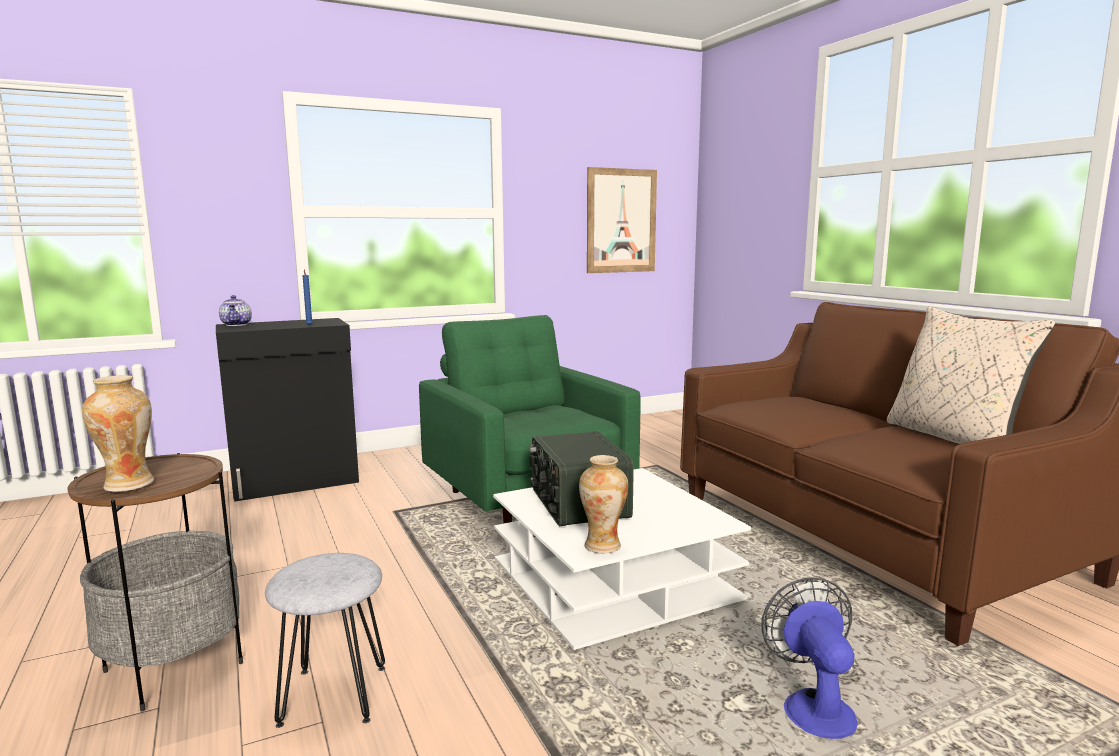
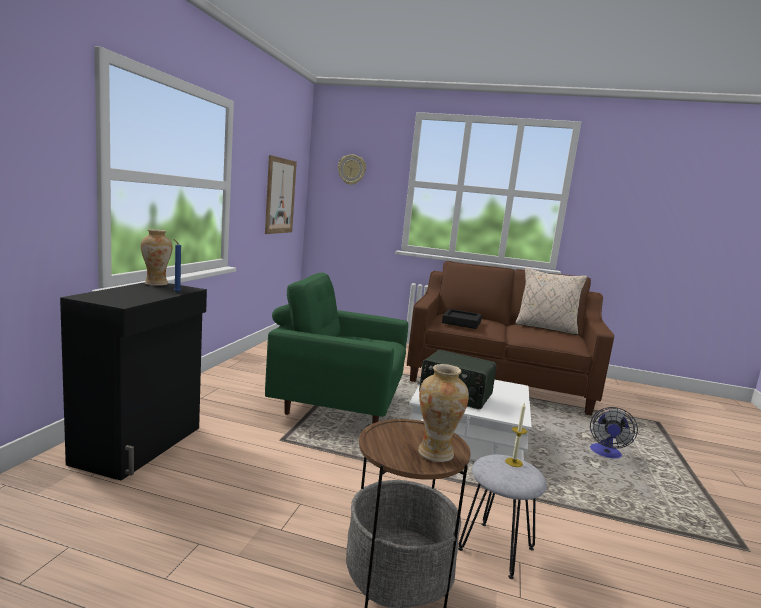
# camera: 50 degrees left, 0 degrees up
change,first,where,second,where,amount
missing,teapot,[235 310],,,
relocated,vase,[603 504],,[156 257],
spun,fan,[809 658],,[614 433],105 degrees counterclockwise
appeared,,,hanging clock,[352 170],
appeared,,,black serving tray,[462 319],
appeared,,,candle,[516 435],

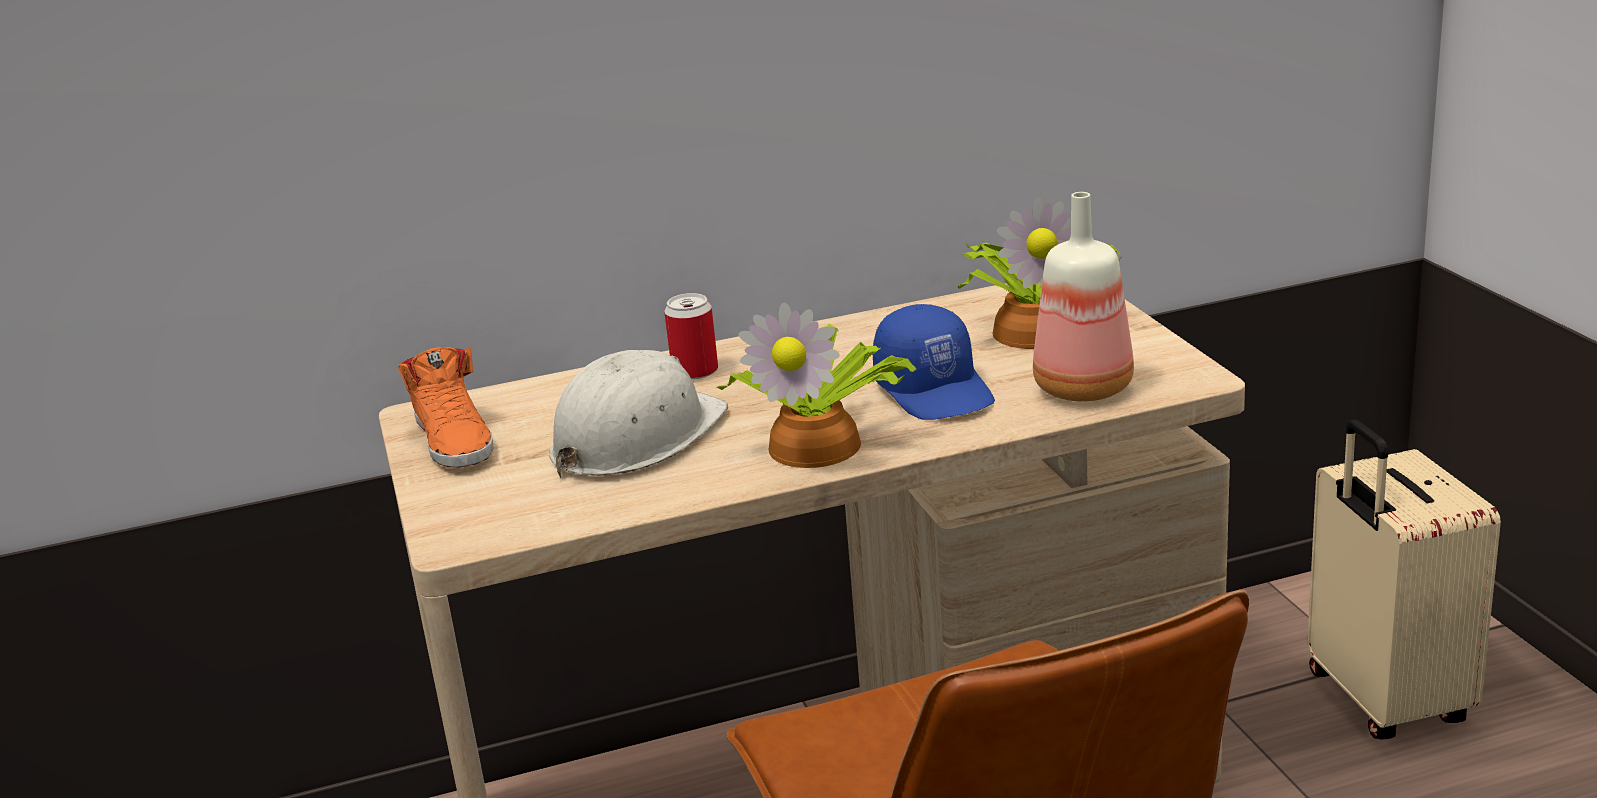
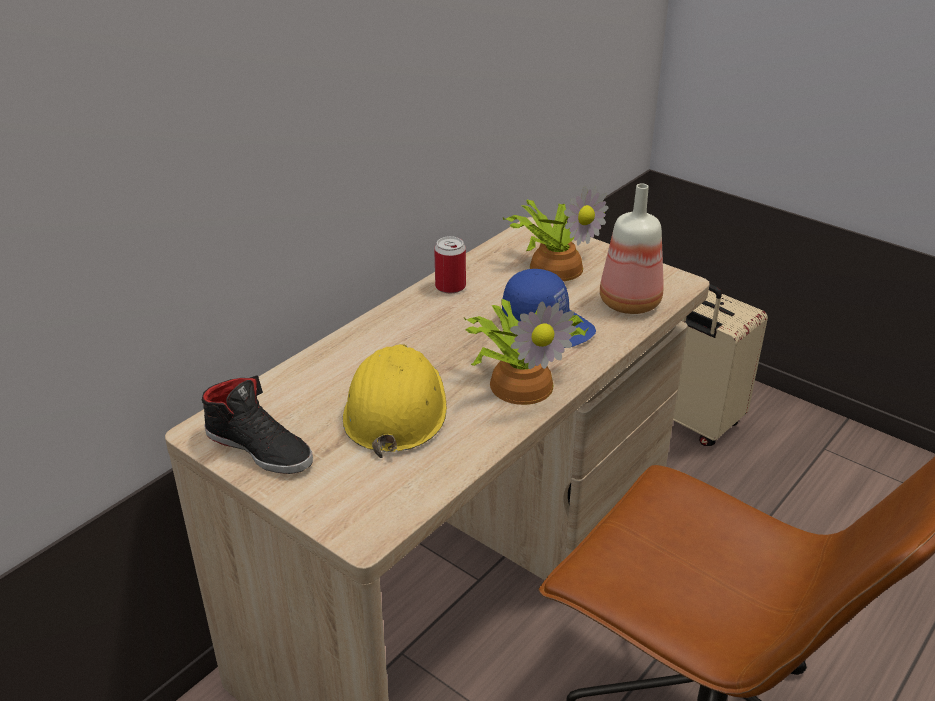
# camera: 35 degrees left, 10 degrees up
change,first,where,second,where,amount
colour,orangey item of footwear,[445 407],black item of footwear,[257 424],
colour,whitish work helmet,[639 414],yellowish work helmet,[395 401],
relocated,sealed can,[691 336],,[450 264],

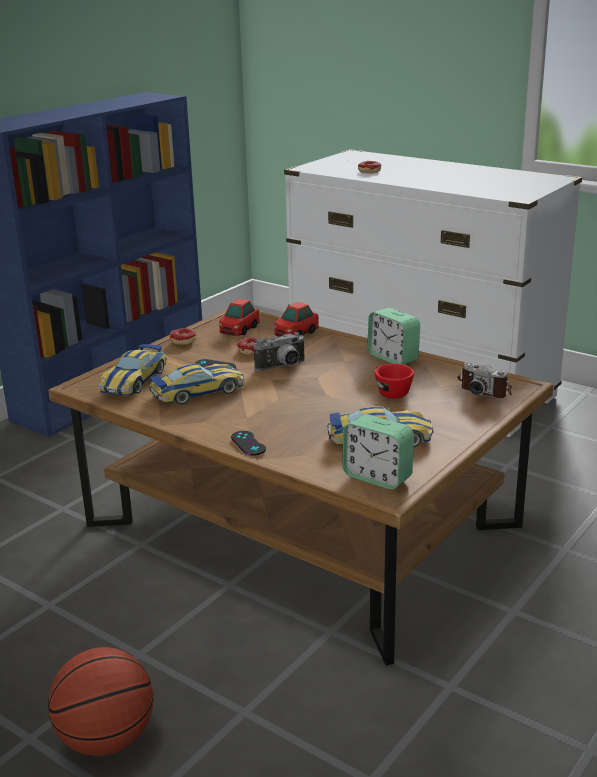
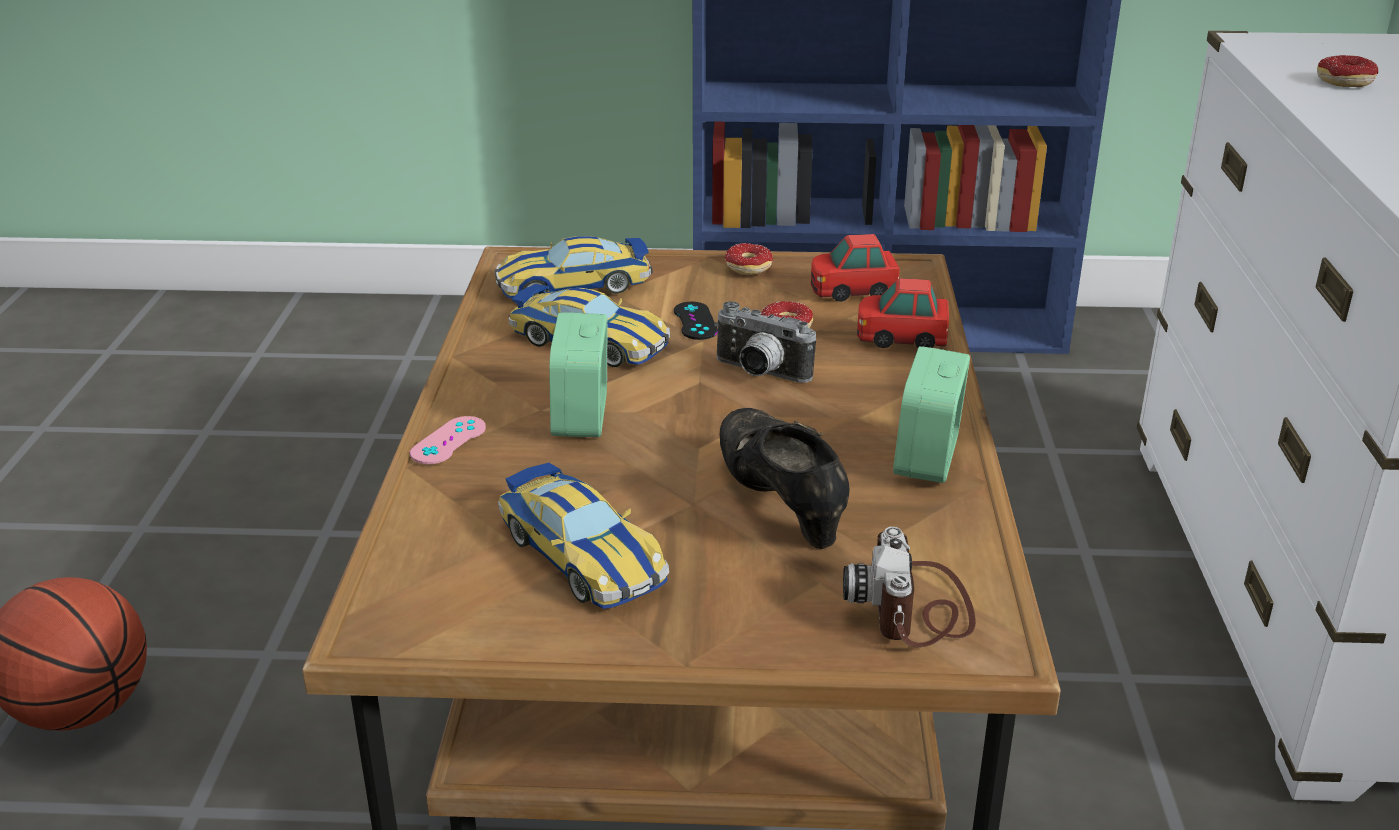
# camera: 55 degrees right, 5 degrees up
change,first,where,second,where,amount
colour,black game controller,[248 443],pink-coloured game controller,[448 440],
relocated,alarm clock,[378 452],,[578 374],
exchanged,red-coloured small cup,[394 381],black item of footwear,[785 478],

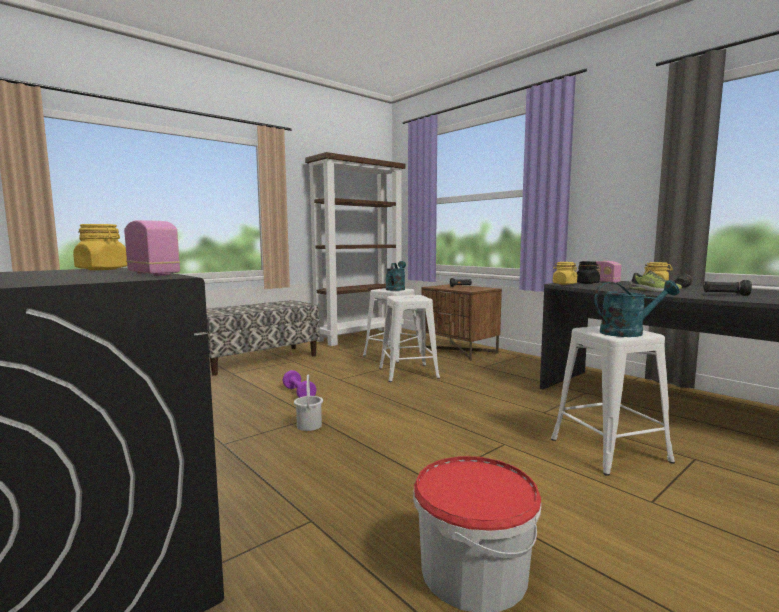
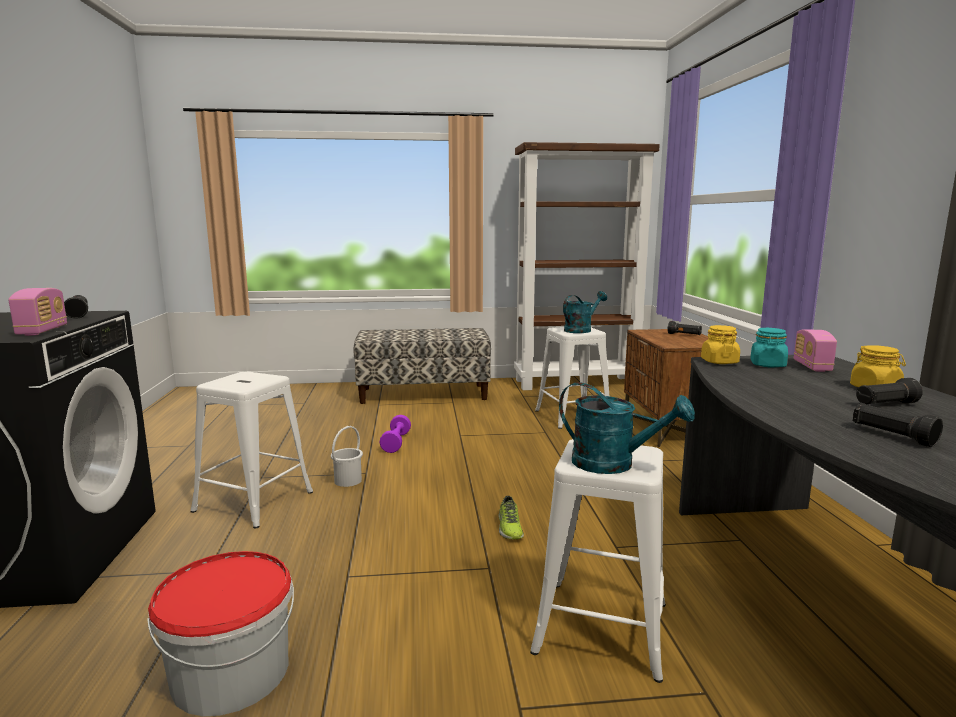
# camera: 35 degrees right, 5 degrees up
change,first,where,second,where,amount
exchanged,yellowish storage jar,[100 247],black torch,[76 307],
relocated,whitish sitting stool,[409 338],,[252 450],
colour,black storage jar,[588 272],turquoise storage jar,[769 348],
relocated,item of footwear,[655 281],,[511 517],

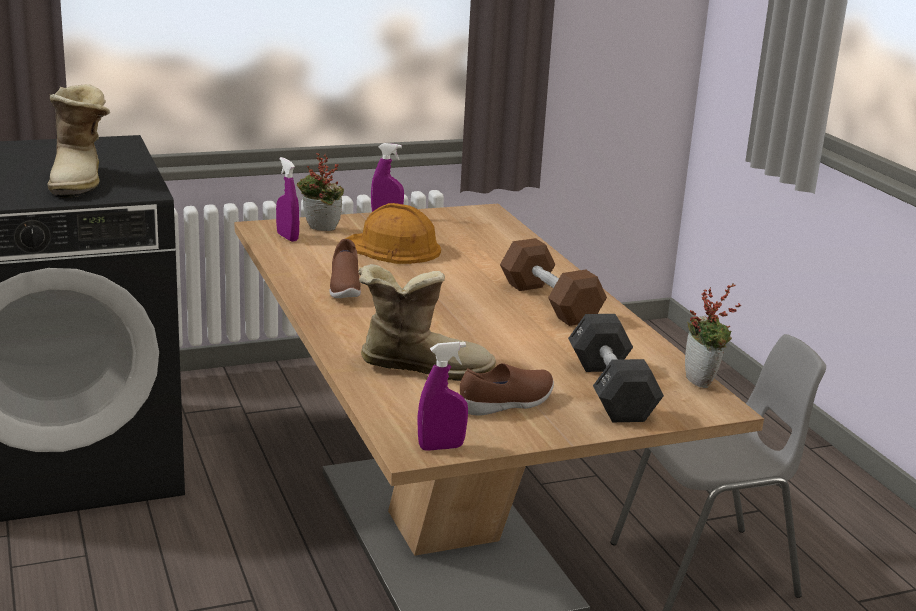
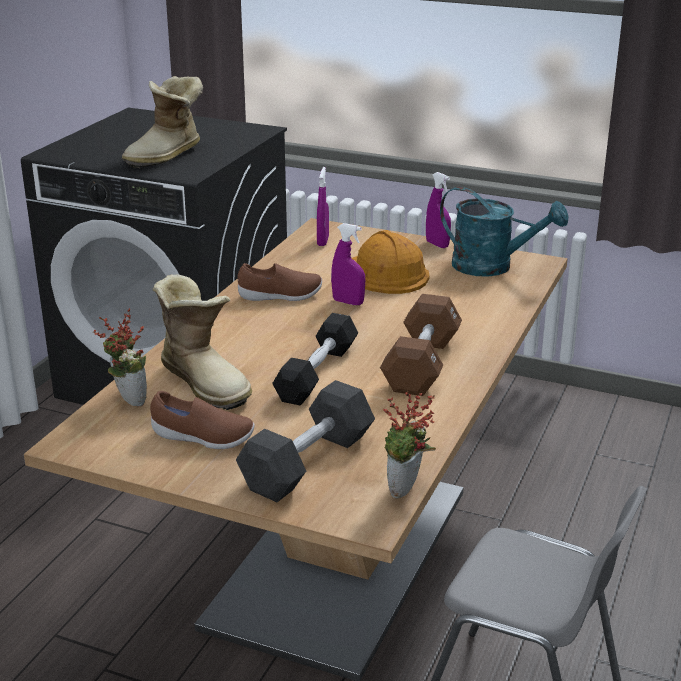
# camera: 45 degrees right, 5 degrees up
change,first,where,second,where,amount
relocated,plant in a pot,[320 192],,[120 357],
spun,brownish item of footwear,[345 268],,[279 282],135 degrees counterclockwise
relocated,purple-coloured hand sprayer,[442 396],,[348 264],
appeared,,,black hand weight,[315 359],
appeared,,,turquoise sprinkling can,[504 232],

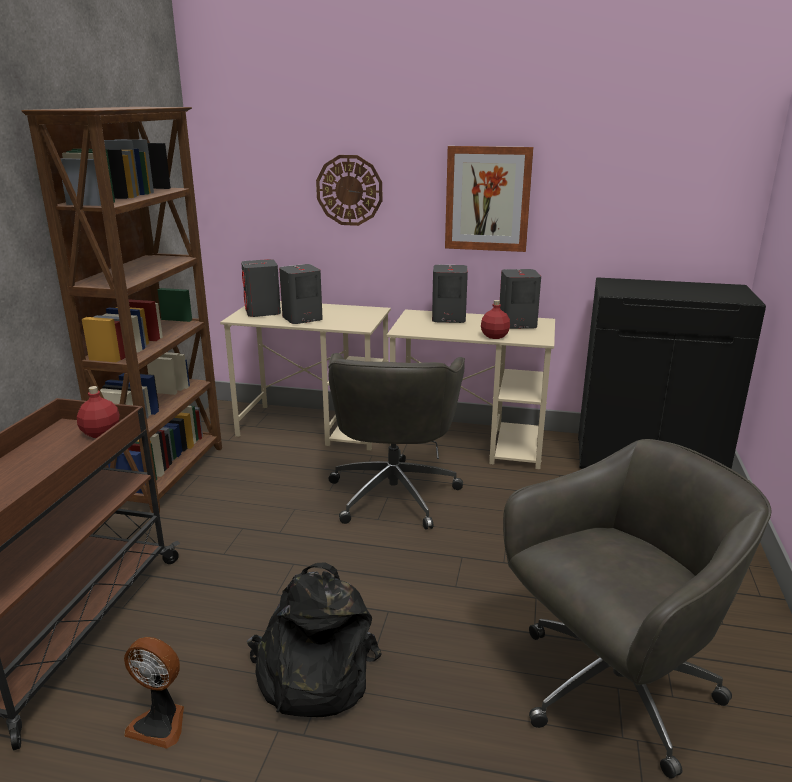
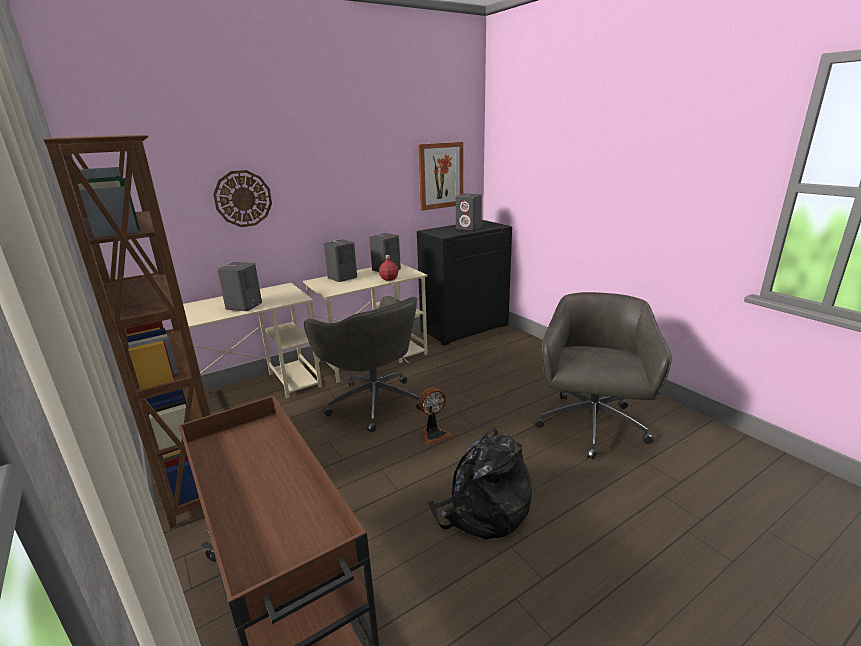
# camera: 45 degrees left, 0 degrees up
change,first,where,second,where,amount
missing,red-coloured drink bottle,[98 412],,,
relocated,fan,[154 693],,[435 416],
relocated,greyish audio speaker,[261 288],,[469 212],
relocated,picture,[489 199],,[440 176],

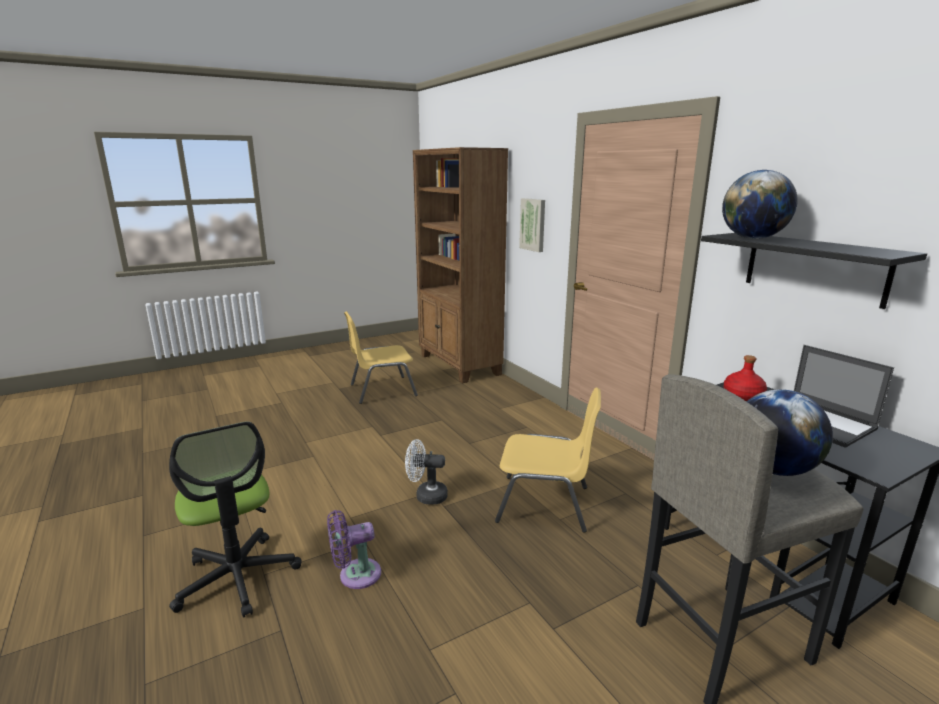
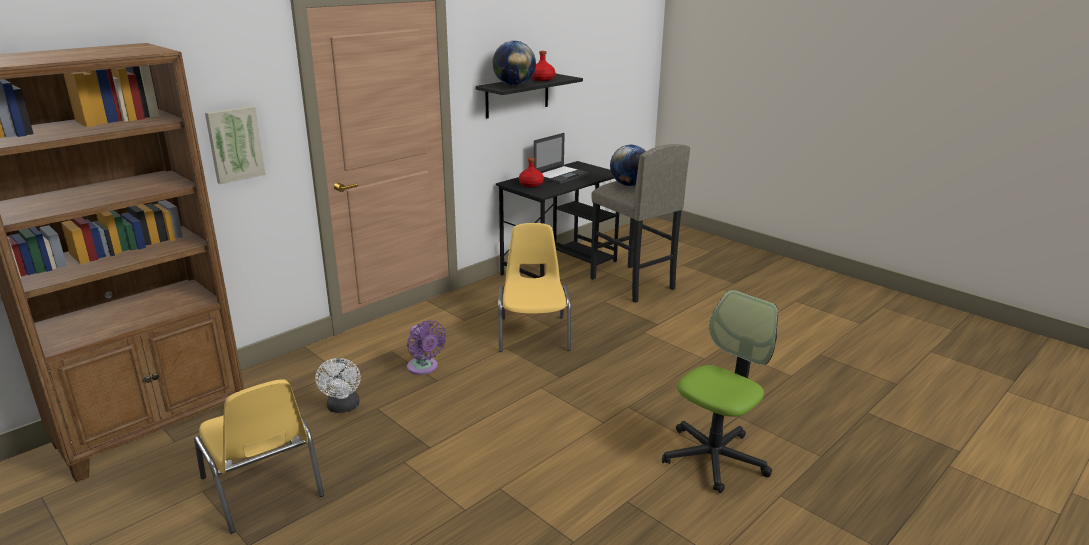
# camera: 105 degrees left, 5 degrees up
change,first,where,second,where,amount
relocated,purple-coloured fan,[354 549],,[426 347],
relocated,whitish fan,[426 472],,[338 385],
appeared,,,red-coloured drink bottle,[543 66],

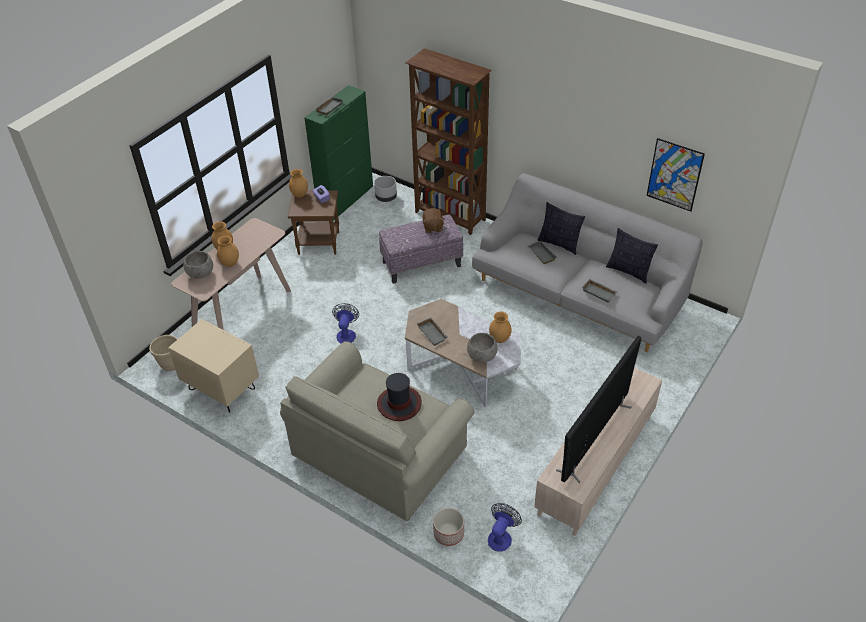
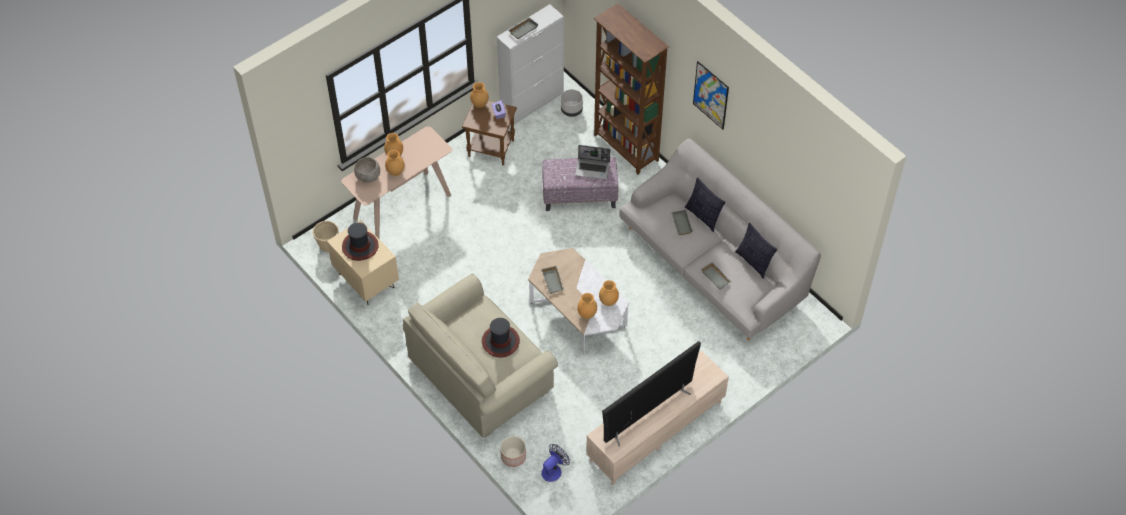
# camera: 15 degrees right, 10 degrees up
change,first,where,second,where,amount
colour,greenish cupboard,[338 152],whitish cupboard,[530 64],
missing,fan,[345 323],,,
exchanged,brownish plush toy,[433 220],notebook computer,[592 162],
exchanged,greyish deep dish,[482 348],brownish vase,[587 306],
relocated,picture,[675 175],,[711 95],
appeared,,,clothing hat,[360 241],

